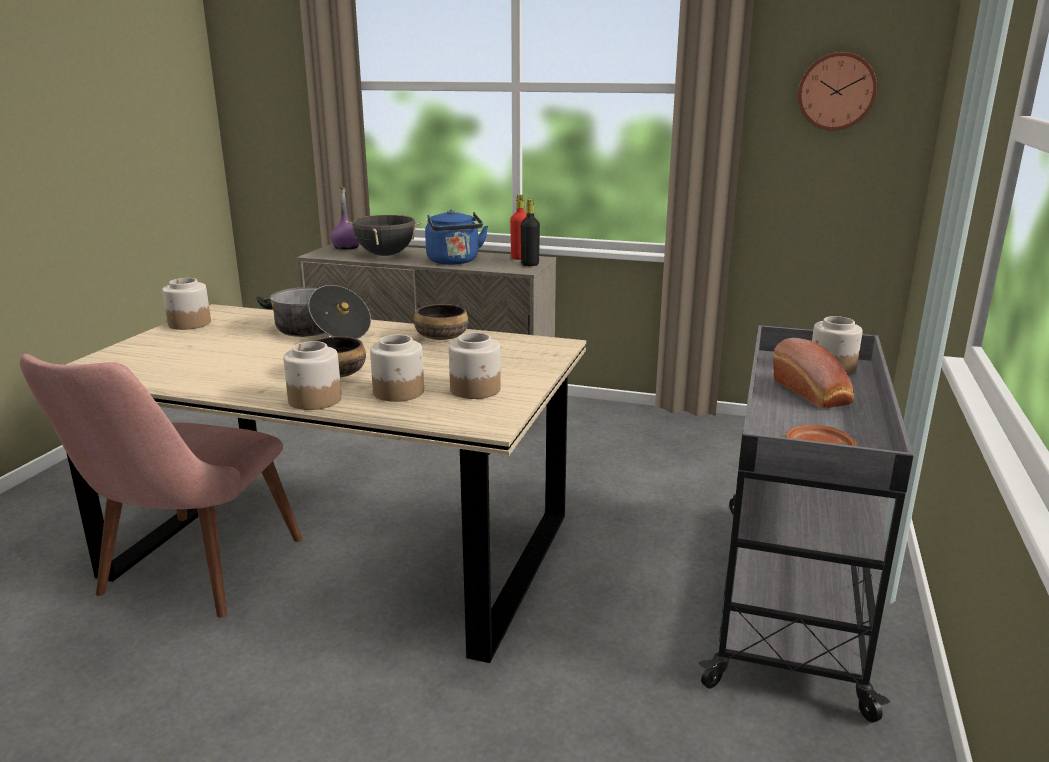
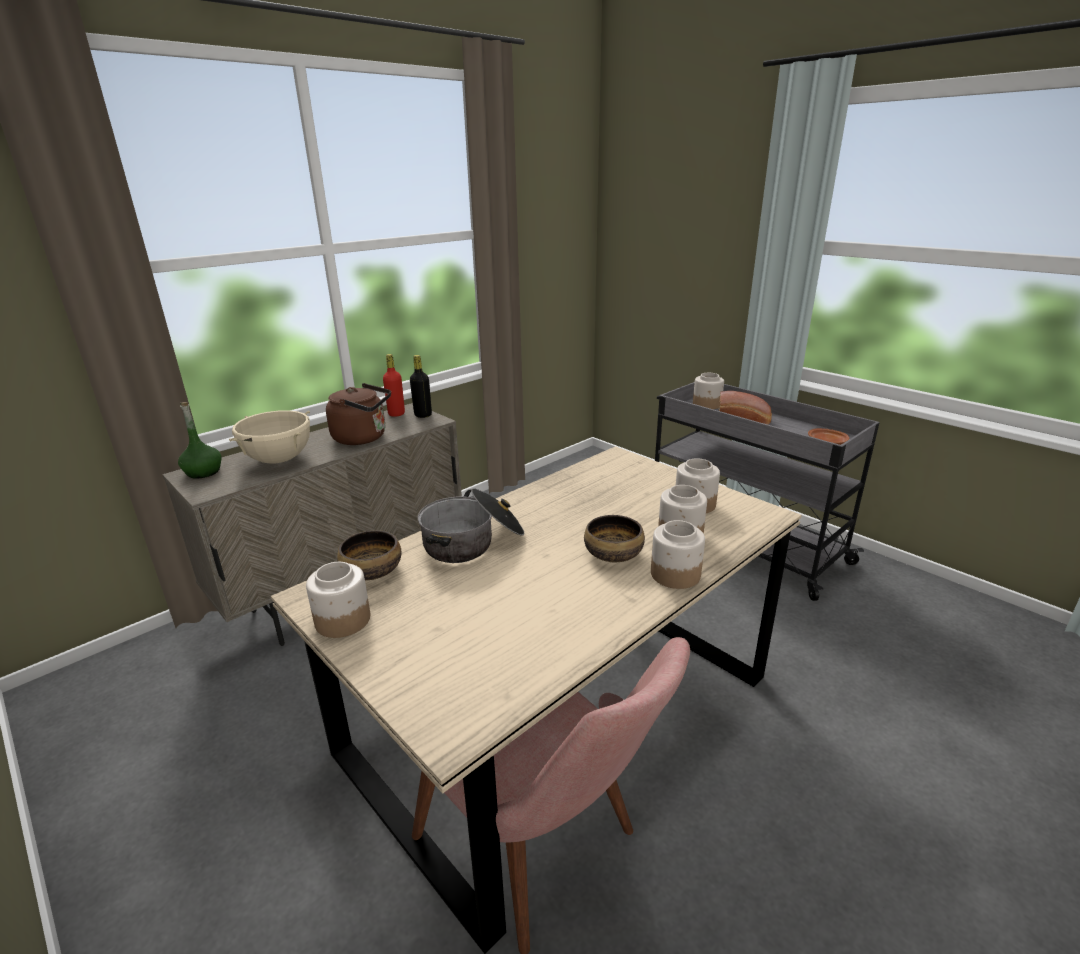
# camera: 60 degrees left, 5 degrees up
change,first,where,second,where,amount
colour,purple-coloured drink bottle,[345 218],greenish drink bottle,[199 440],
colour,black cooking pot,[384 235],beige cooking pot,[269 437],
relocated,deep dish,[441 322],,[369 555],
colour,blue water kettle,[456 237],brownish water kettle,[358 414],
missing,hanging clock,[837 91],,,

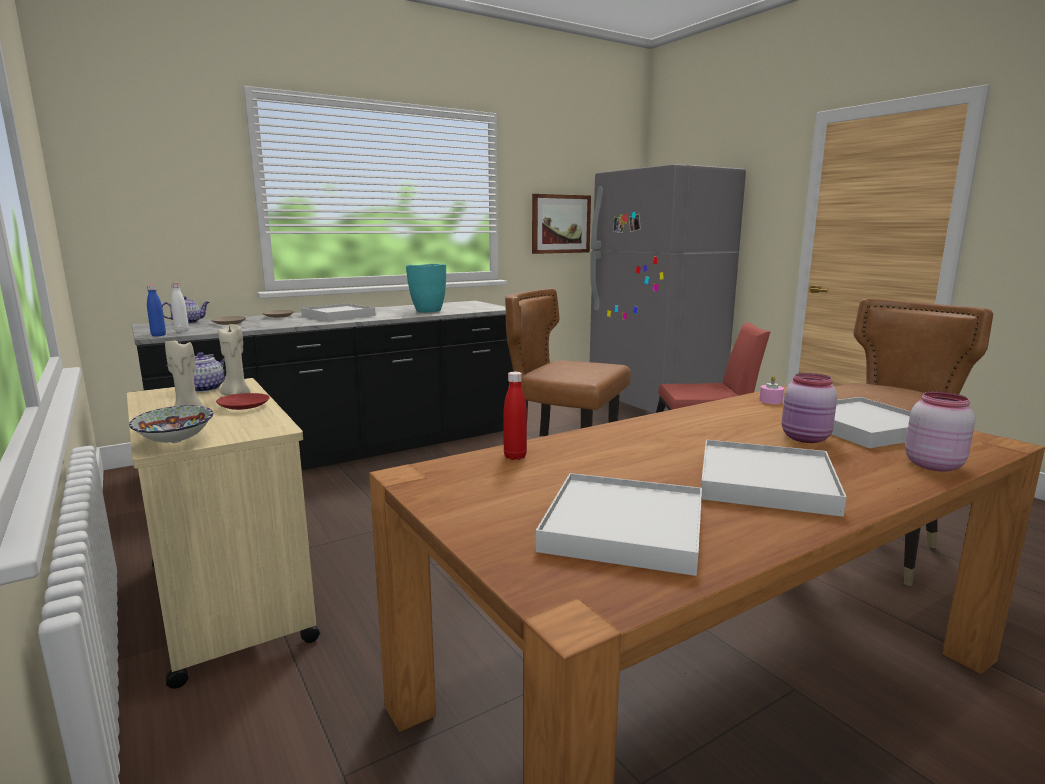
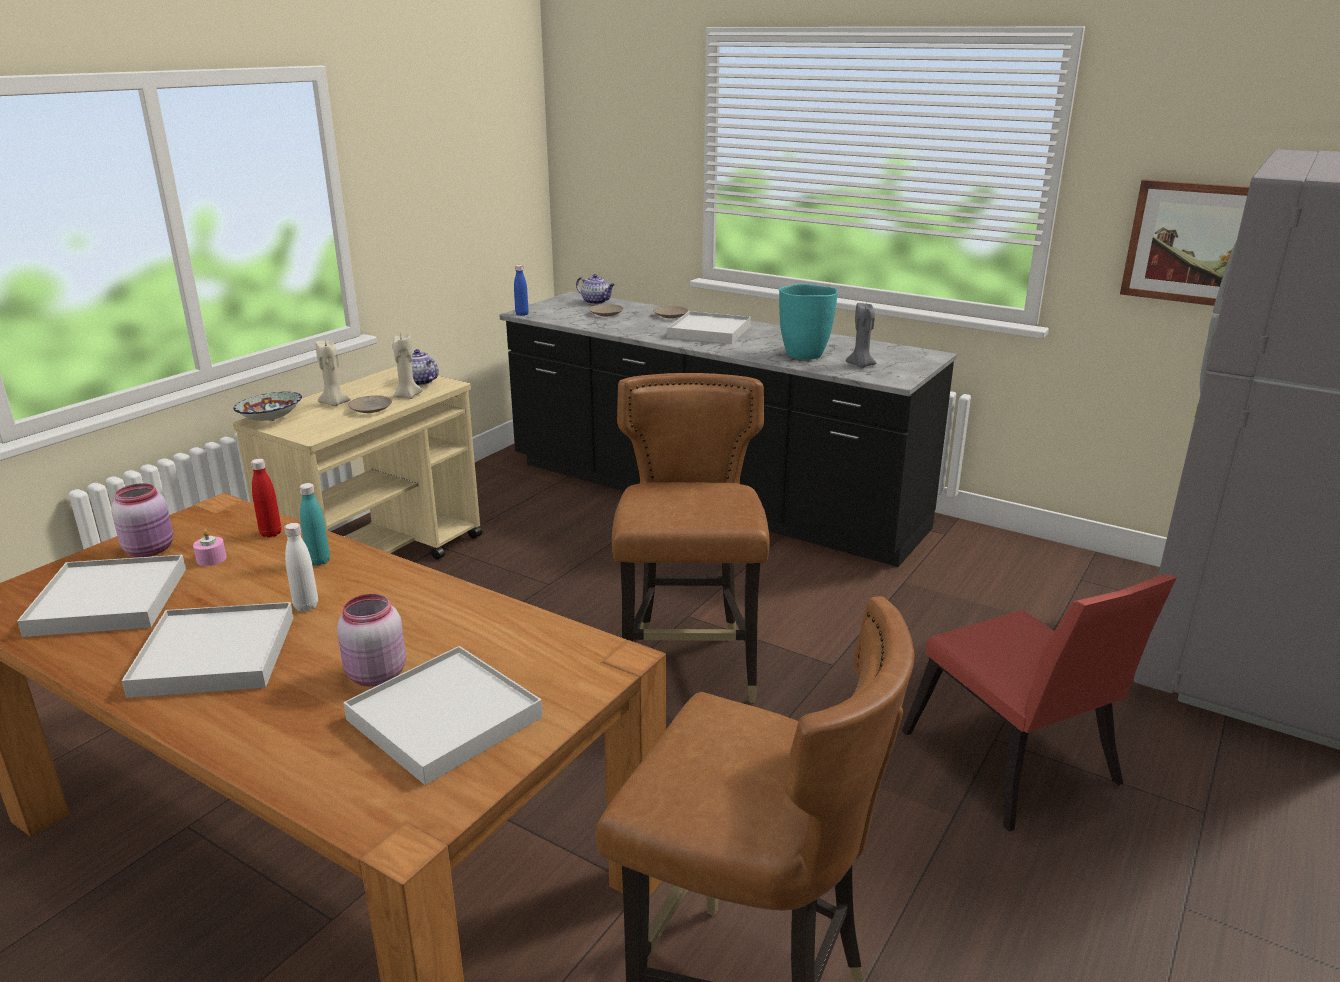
# camera: 65 degrees right, 10 degrees up
change,first,where,second,where,amount
relocated,whitish drink bottle,[180 307],,[301 567],
colour,red-coloured dinner plate,[243 401],beige dinner plate,[370 404],
relocated,pink-coloured candle,[771 390],,[210 547],
relocated,pink-coloured storage jar,[940 432],,[142 520],
appeared,,,turquoise drink bottle,[314 524],
appeared,,,greyish candle,[861 335],

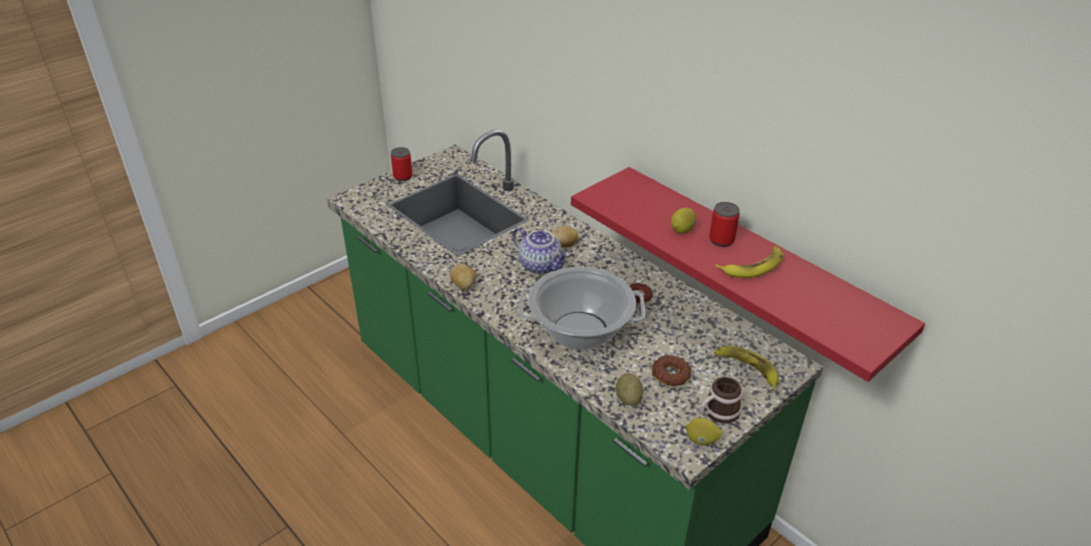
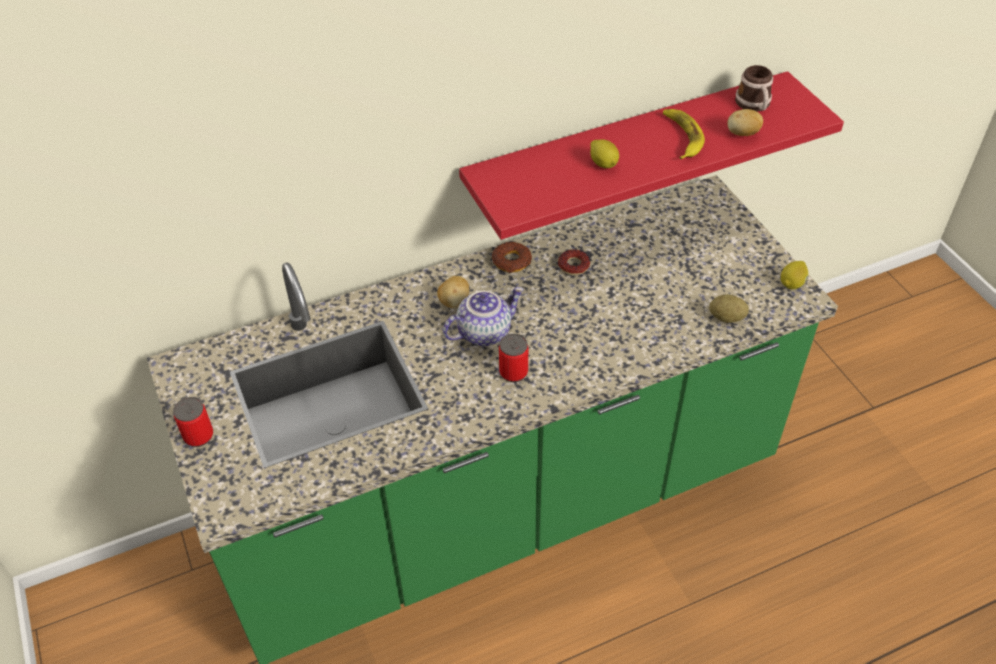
# camera: 70 degrees left, 10 degrees up
change,first,where,second,where,amount
relocated,potato,[463 276],,[745 122],
missing,cooking pot,[582 308],,,
relocated,doughnut,[671 370],,[512 257],
relocated,tea mug,[721 400],,[754 88],
relocated,sealed can,[724 224],,[513 358],
missing,banana fruit,[746 368],,,

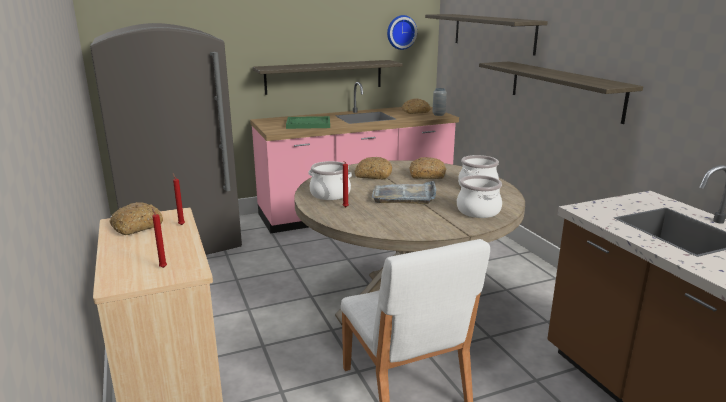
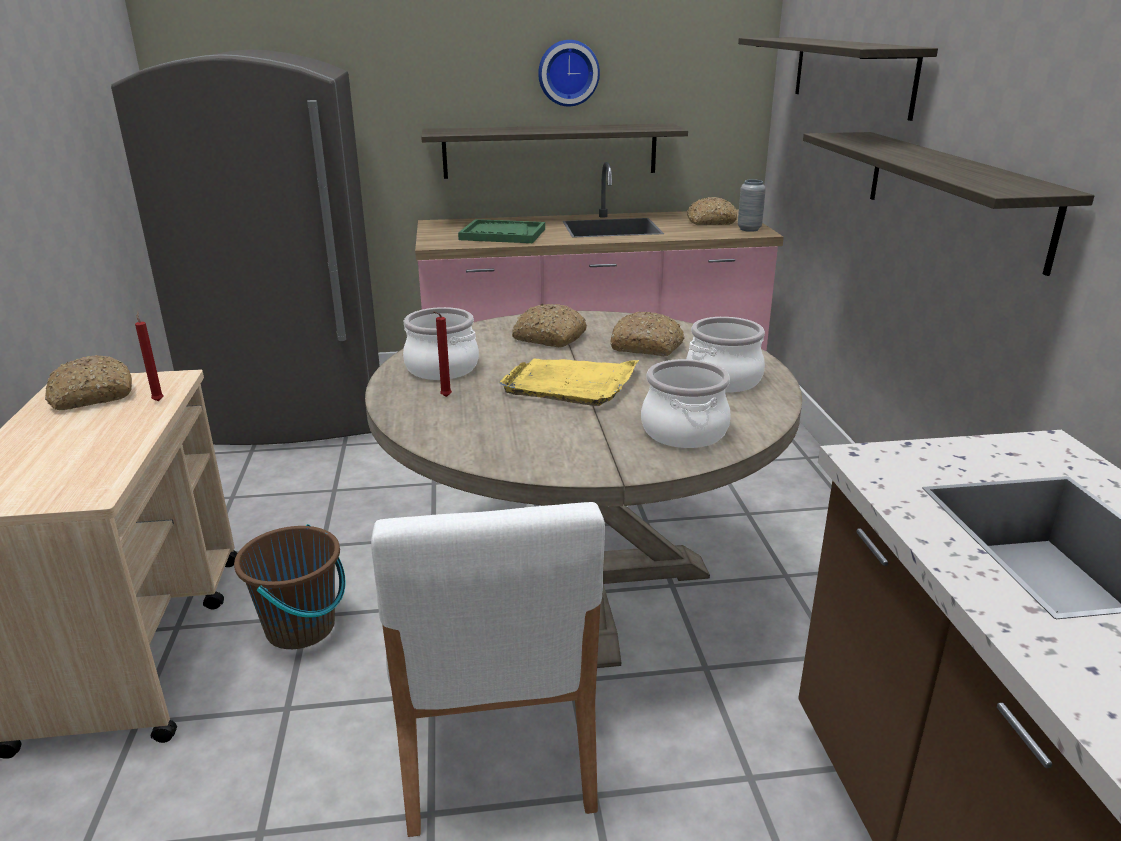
# camera: 15 degrees right, 5 degrees up
change,first,where,second,where,amount
missing,red-coloured candle,[159 237],,,
colour,greyish serving tray,[404 192],yellowish serving tray,[569 382],
relocated,hanging clock,[402 32],,[569 73],
appeared,,,brownish pail,[290 586],

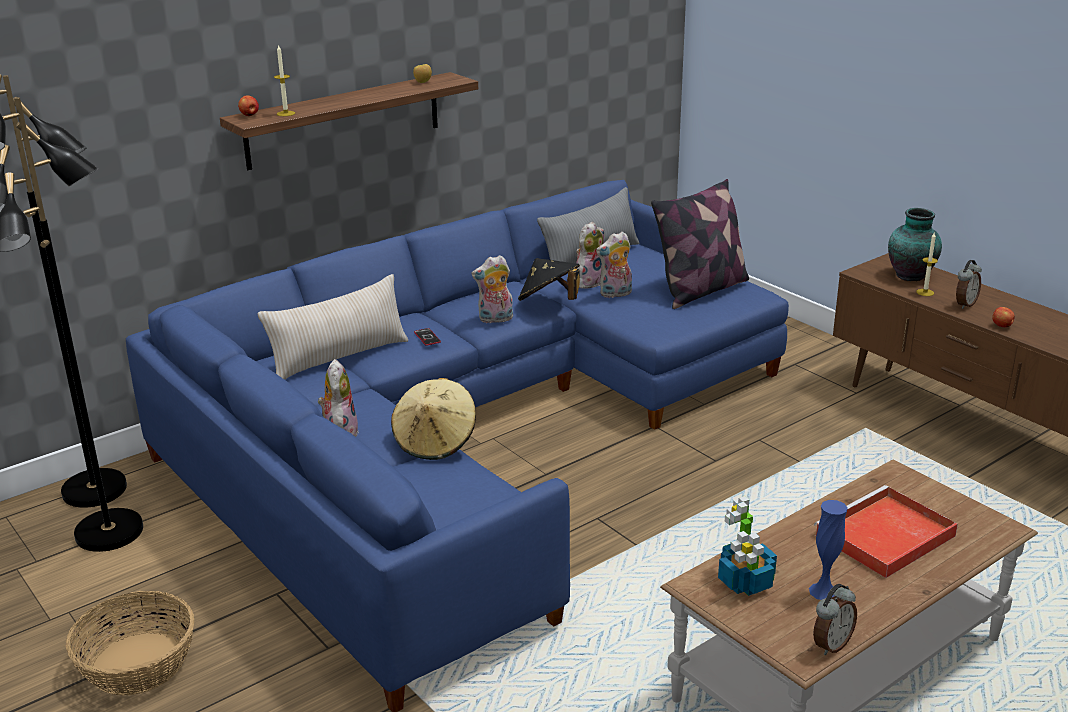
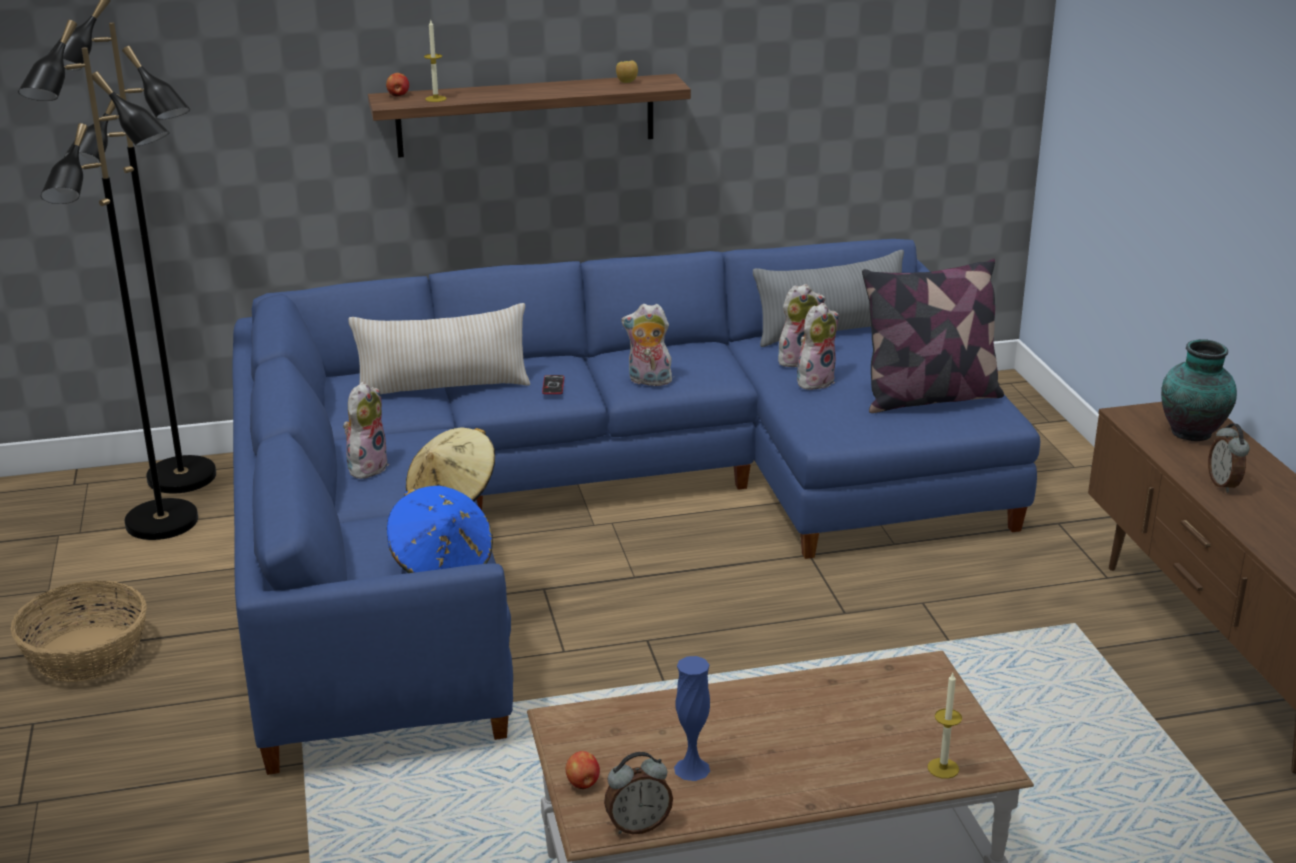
# camera: 25 degrees right, 0 degrees up
change,first,where,second,where,amount
missing,black clothing hat,[549 279],,,
spun,plush toy,[614 264],,[818 346],135 degrees clockwise
missing,plant in a pot,[747 546],,,
missing,red-coloured serving tray,[886 531],,,
relocated,candle,[927 264],,[945 726],
spun,alarm clock,[969 284],,[1229 458],105 degrees clockwise
relocated,apple,[1003 317],,[583 770],
appeared,,,blue clothing hat,[440 529],

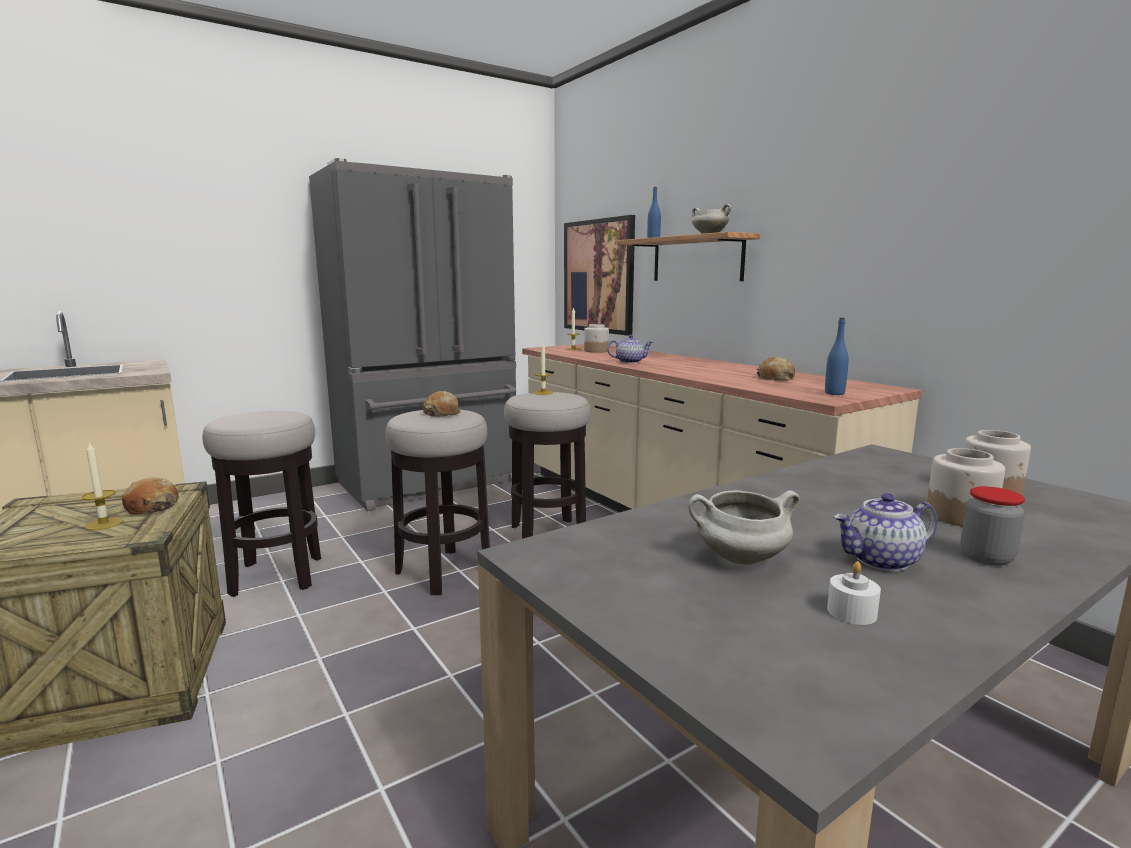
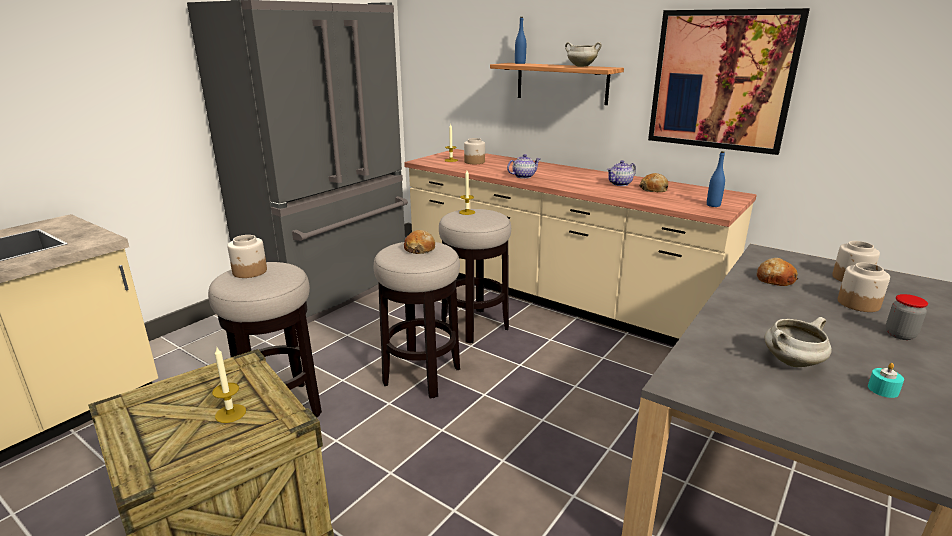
# camera: 20 degrees left, 10 degrees up
change,first,where,second,where,amount
relocated,baked bread,[150 496],,[777 272],
relocated,picture,[599 275],,[729 81],
colour,whitish candle,[854 593],turquoise candle,[886 380],
relocated,teapot,[885 532],,[621 173],
appeared,,,storage jar,[247 256],

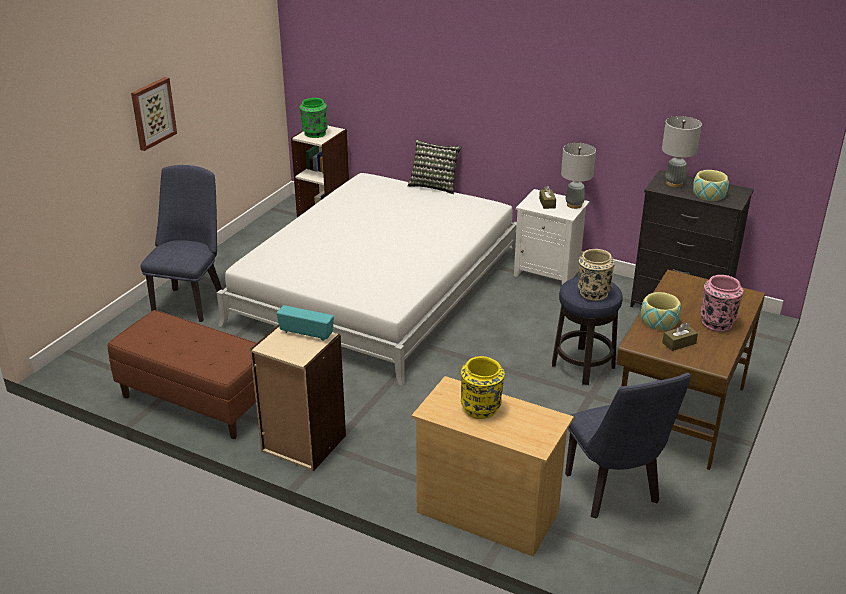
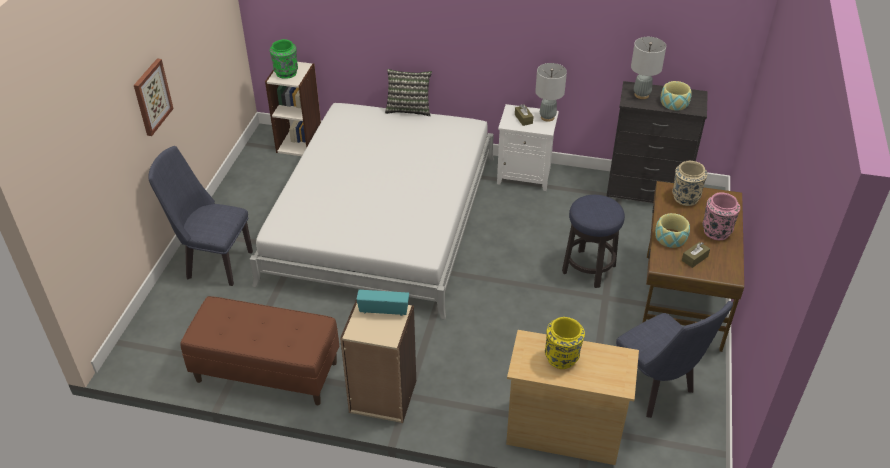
# camera: 15 degrees left, 10 degrees up
change,first,where,second,where,amount
spun,blue chair,[181 243],,[200 216],75 degrees counterclockwise
relocated,beige vase,[596 275],,[689 183],

